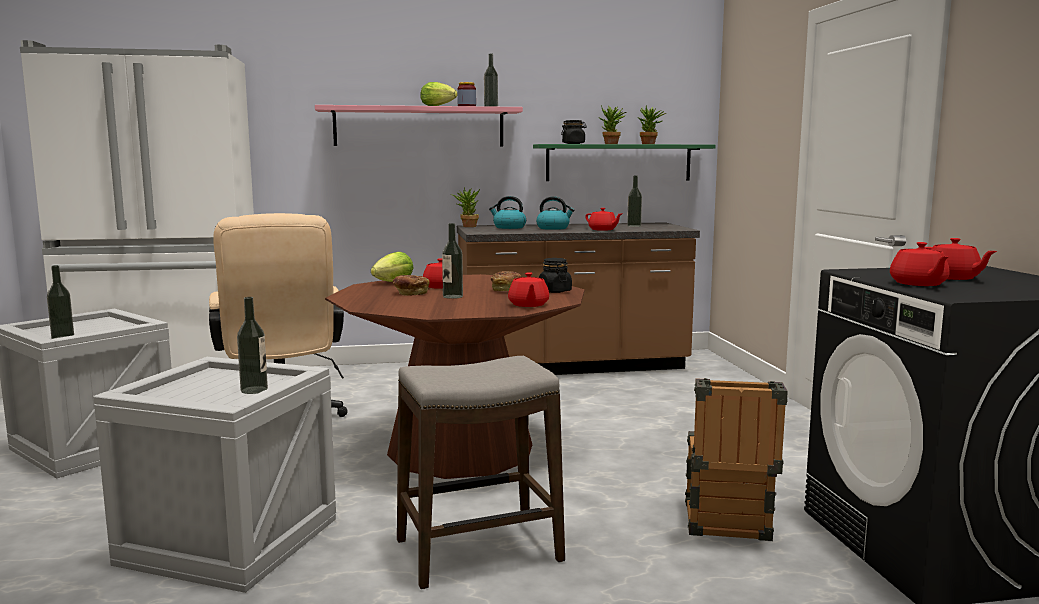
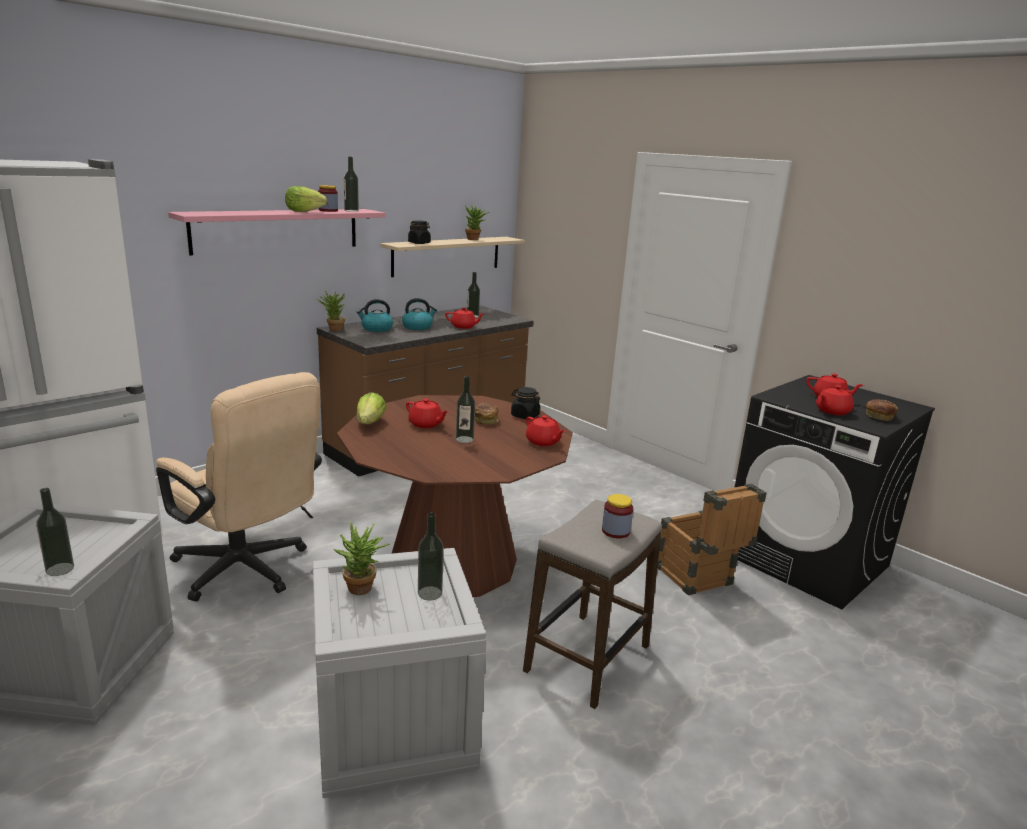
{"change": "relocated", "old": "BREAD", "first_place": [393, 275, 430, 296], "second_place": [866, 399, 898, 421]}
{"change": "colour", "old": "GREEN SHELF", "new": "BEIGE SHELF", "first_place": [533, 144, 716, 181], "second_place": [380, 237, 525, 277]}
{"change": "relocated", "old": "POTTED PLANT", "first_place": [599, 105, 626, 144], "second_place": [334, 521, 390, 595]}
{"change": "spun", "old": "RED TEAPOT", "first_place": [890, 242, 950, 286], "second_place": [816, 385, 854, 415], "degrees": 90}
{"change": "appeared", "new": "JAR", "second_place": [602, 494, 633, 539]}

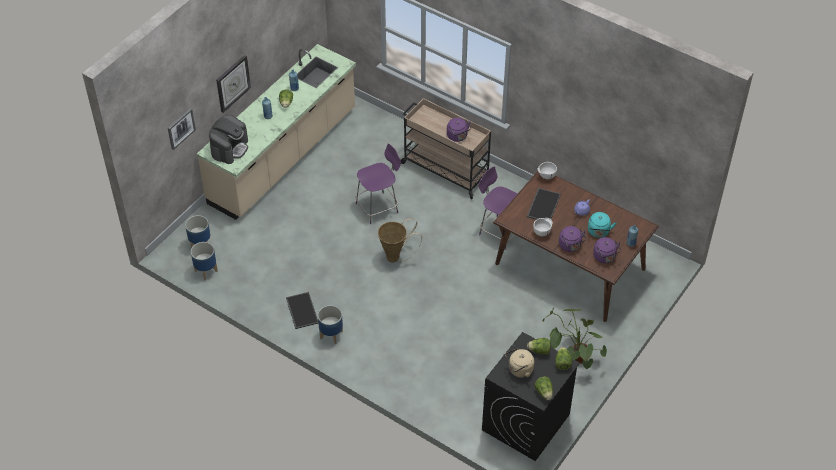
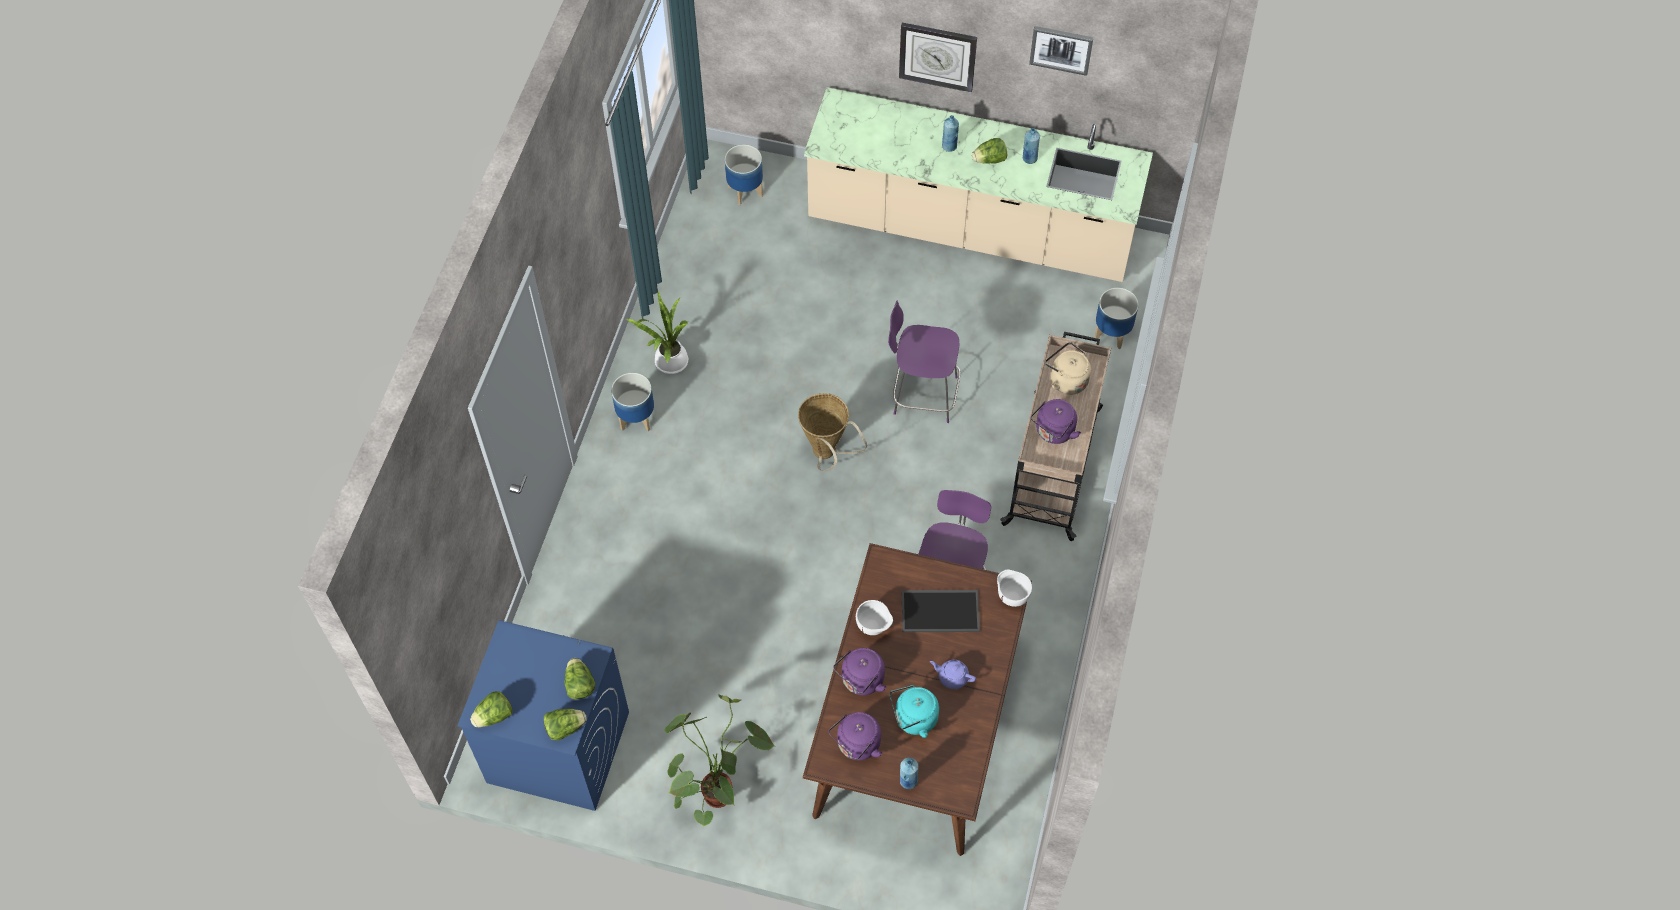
{"change": "relocated", "old": "PICTURE", "first_place": [168, 108, 196, 150], "second_place": [1029, 26, 1094, 76]}
{"change": "relocated", "old": "PLANTER", "first_place": [191, 242, 218, 280], "second_place": [1094, 288, 1138, 349]}
{"change": "missing", "old": "COFFEE MACHINE", "first_place": [209, 115, 248, 164]}
{"change": "exchanged", "old": "TRAY", "new": "POTTED PLANT", "first_place": [286, 292, 318, 329], "second_place": [626, 291, 688, 374]}
{"change": "spun", "old": "PURPLE CHAIR", "first_place": [355, 144, 401, 224], "second_place": [888, 301, 960, 423], "degrees": 150}
{"change": "colour", "old": "BLACK WASHING MACHINE", "new": "BLUE WASHING MACHINE", "first_place": [482, 332, 580, 461], "second_place": [457, 620, 629, 811]}
{"change": "relocated", "old": "BEIGE KETTLE", "first_place": [505, 348, 534, 378], "second_place": [1045, 342, 1091, 395]}

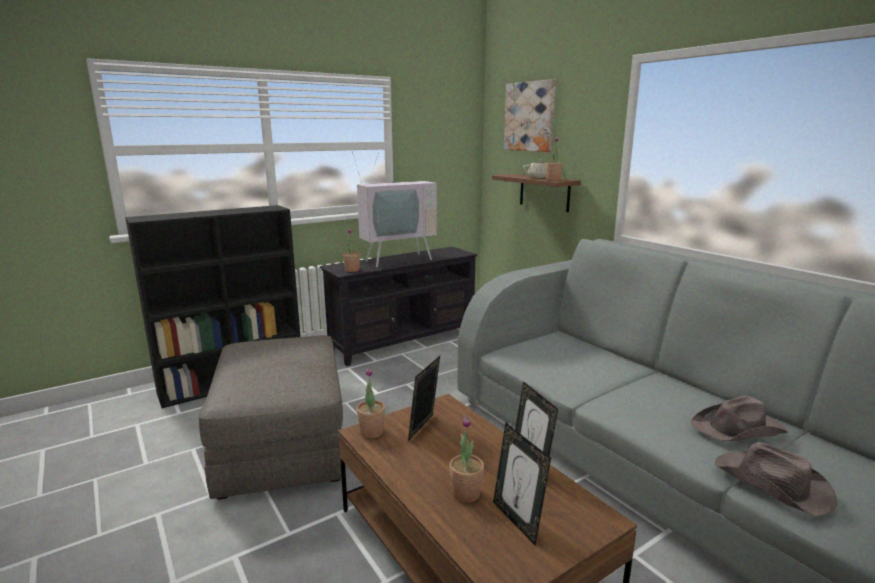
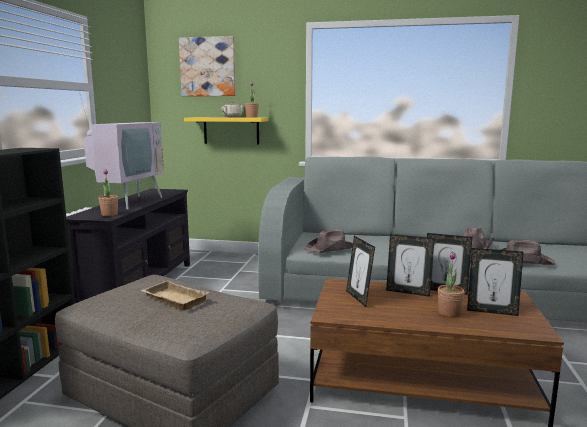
{"change": "missing", "old": "POTTED PLANT", "first_place": [356, 367, 385, 438]}
{"change": "colour", "old": "BROWN SHELF", "new": "YELLOW SHELF", "first_place": [492, 174, 581, 212], "second_place": [184, 117, 269, 144]}
{"change": "appeared", "new": "BEIGE TRAY", "second_place": [141, 280, 209, 310]}
{"change": "appeared", "new": "BROWN HAT", "second_place": [305, 229, 353, 253]}
{"change": "appeared", "new": "PICTURE FRAME", "second_place": [386, 234, 434, 297]}

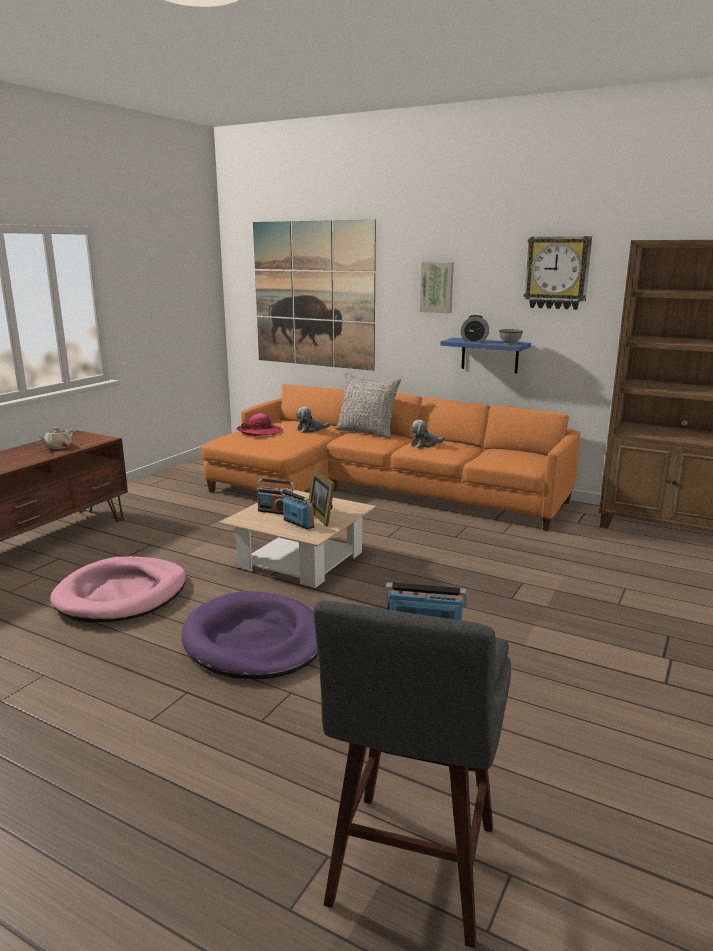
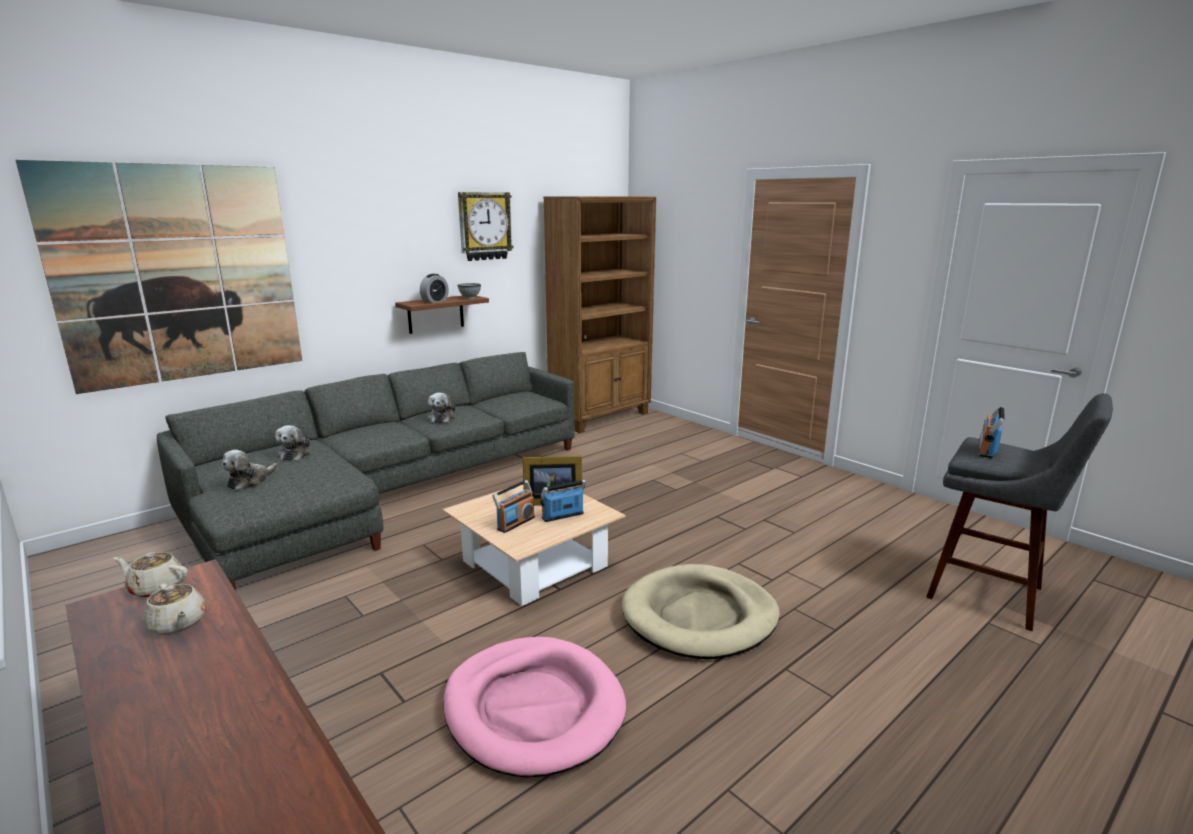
{"change": "colour", "old": "PURPLE DOG BED", "new": "BEIGE DOG BED", "first_place": [182, 591, 318, 679], "second_place": [622, 564, 780, 660]}
{"change": "colour", "old": "ORANGE SOFA", "new": "GREY SOFA", "first_place": [202, 384, 580, 531], "second_place": [157, 352, 575, 591]}
{"change": "exchanged", "old": "HAT", "new": "PLUSH TOY", "first_place": [236, 413, 283, 436], "second_place": [222, 450, 278, 491]}
{"change": "missing", "old": "GREY PILLOW", "first_place": [335, 373, 401, 438]}
{"change": "missing", "old": "PICTURE", "first_place": [420, 262, 454, 313]}
{"change": "colour", "old": "BLUE SHELF", "new": "BROWN SHELF", "first_place": [440, 338, 531, 373], "second_place": [395, 296, 489, 334]}
{"change": "appeared", "new": "BEIGE TEAPOT", "second_place": [113, 552, 188, 598]}

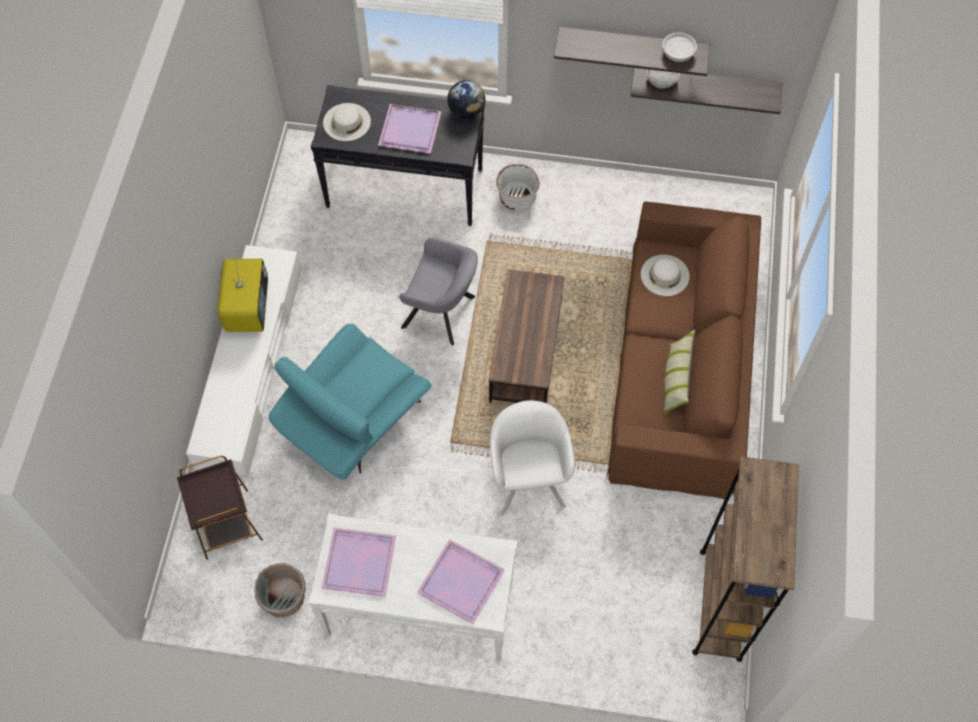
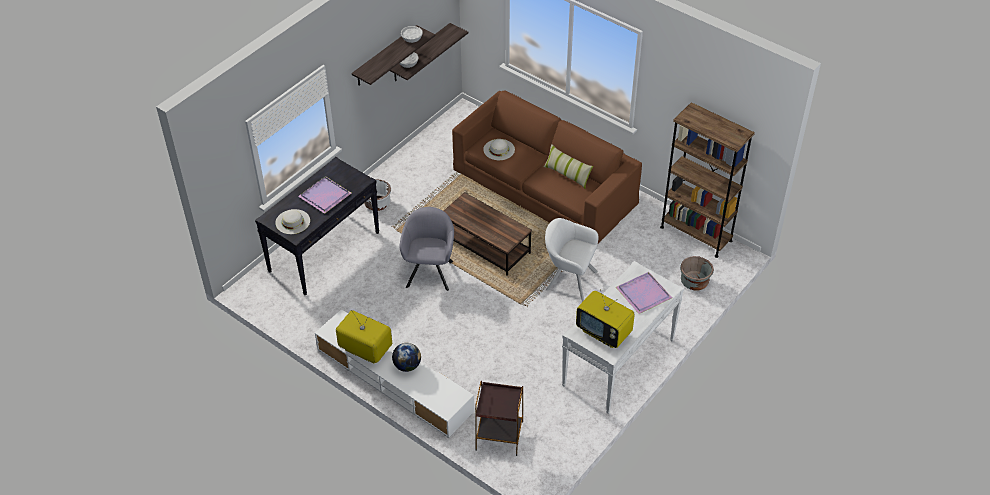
{"change": "relocated", "old": "GREY PLANTER", "first_place": [254, 563, 305, 617], "second_place": [680, 256, 714, 290]}
{"change": "missing", "old": "TURQUOISE ARMCHAIR", "first_place": [269, 324, 432, 480]}
{"change": "exchanged", "old": "PURPLE TRAY", "new": "TELEVISION", "first_place": [321, 528, 396, 597], "second_place": [576, 289, 635, 348]}
{"change": "spun", "old": "GREY ARMCHAIR", "first_place": [399, 237, 478, 346], "second_place": [400, 207, 454, 291], "degrees": -45}
{"change": "relocated", "old": "GLOBE", "first_place": [447, 80, 485, 119], "second_place": [392, 343, 421, 372]}

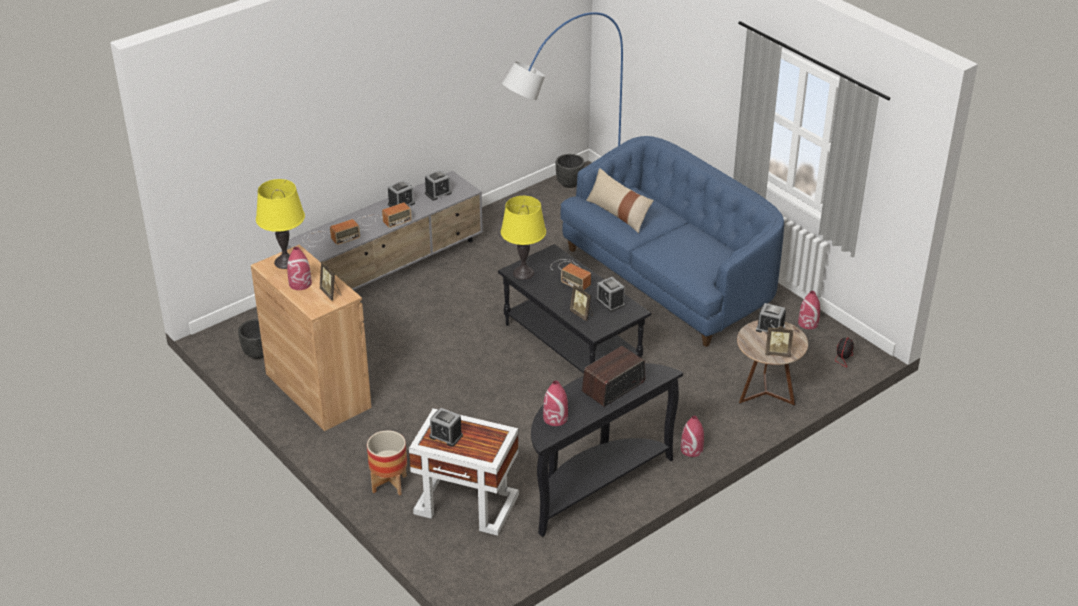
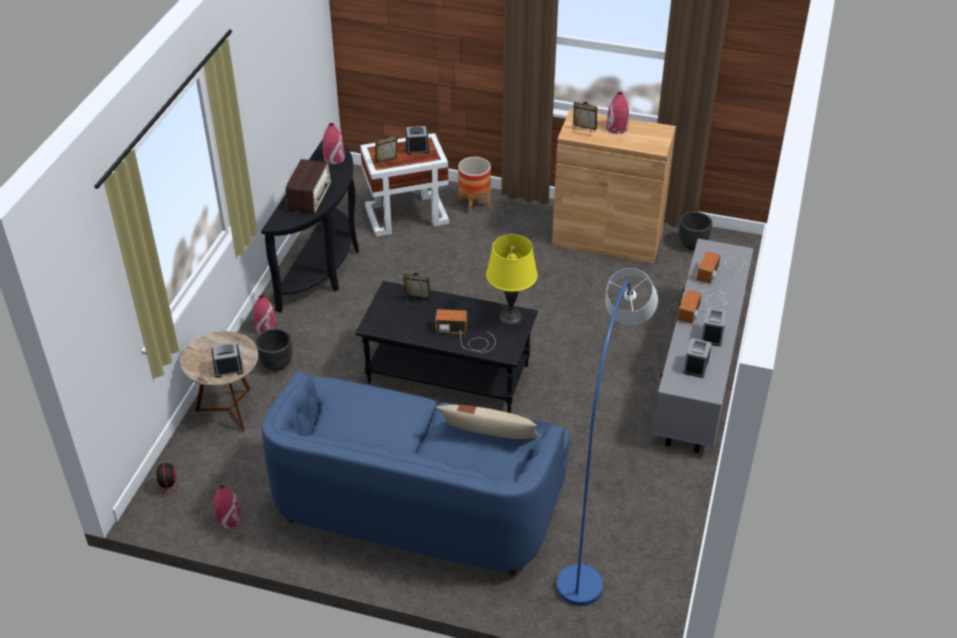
{"change": "missing", "old": "YELLOW TABLE LAMP", "first_place": [256, 179, 305, 269]}
{"change": "relocated", "old": "BLACK PLANTER", "first_place": [556, 154, 584, 188], "second_place": [255, 328, 292, 371]}
{"change": "missing", "old": "ALARM CLOCK", "first_place": [596, 277, 625, 312]}
{"change": "relocated", "old": "PICTURE FRAME", "first_place": [765, 326, 794, 357], "second_place": [375, 135, 398, 168]}

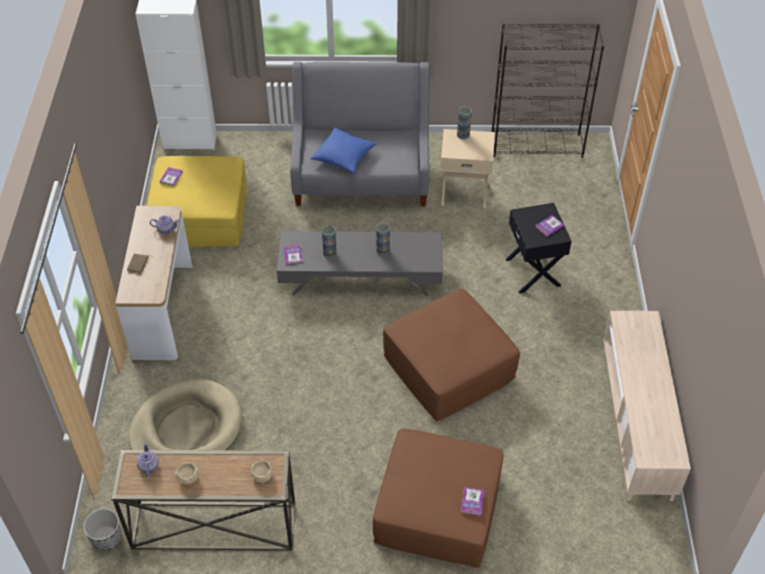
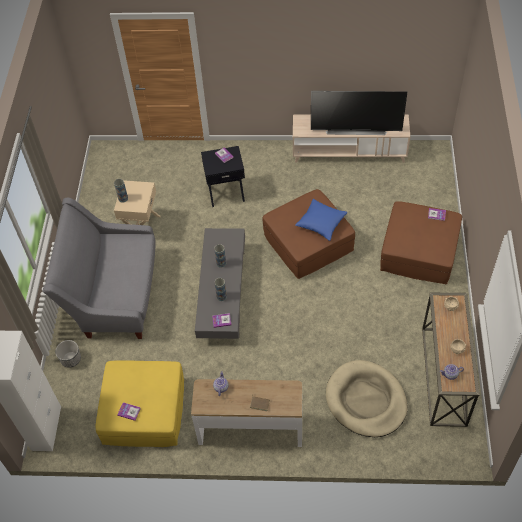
{"change": "relocated", "old": "PLANTER", "first_place": [83, 508, 122, 551], "second_place": [55, 340, 81, 368]}
{"change": "relocated", "old": "BLUE PILLOW", "first_place": [310, 127, 377, 174], "second_place": [295, 199, 347, 241]}
{"change": "missing", "old": "BLACK BOOKCASE", "first_place": [492, 24, 604, 158]}
{"change": "appeared", "new": "TELEVISION", "second_place": [311, 91, 407, 135]}

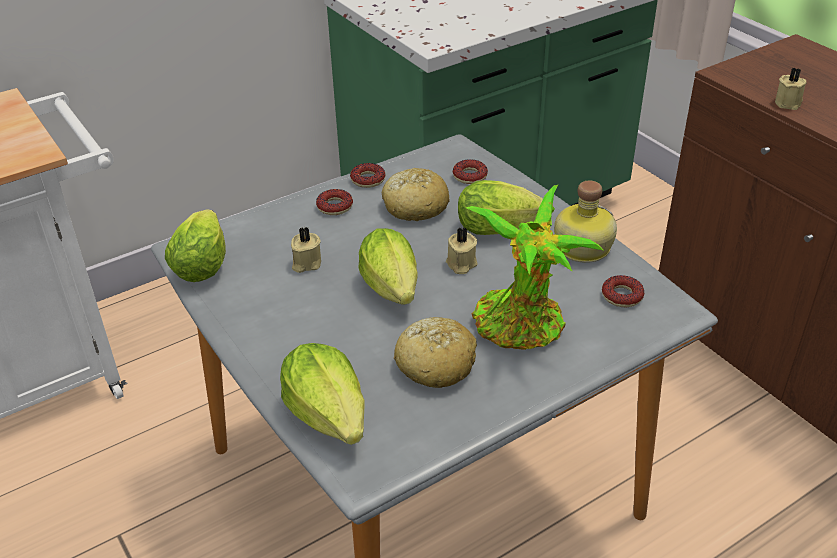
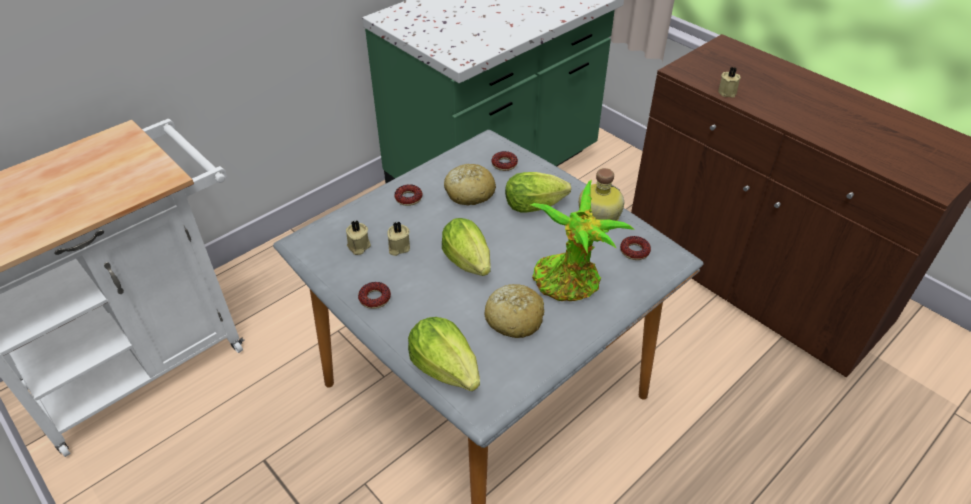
{"change": "missing", "old": "LETTUCE", "first_place": [165, 209, 226, 282]}
{"change": "relocated", "old": "DONUT", "first_place": [350, 163, 385, 188], "second_place": [358, 282, 391, 309]}
{"change": "relocated", "old": "BEIGE CANDLE", "first_place": [446, 227, 477, 274], "second_place": [346, 221, 371, 255]}

